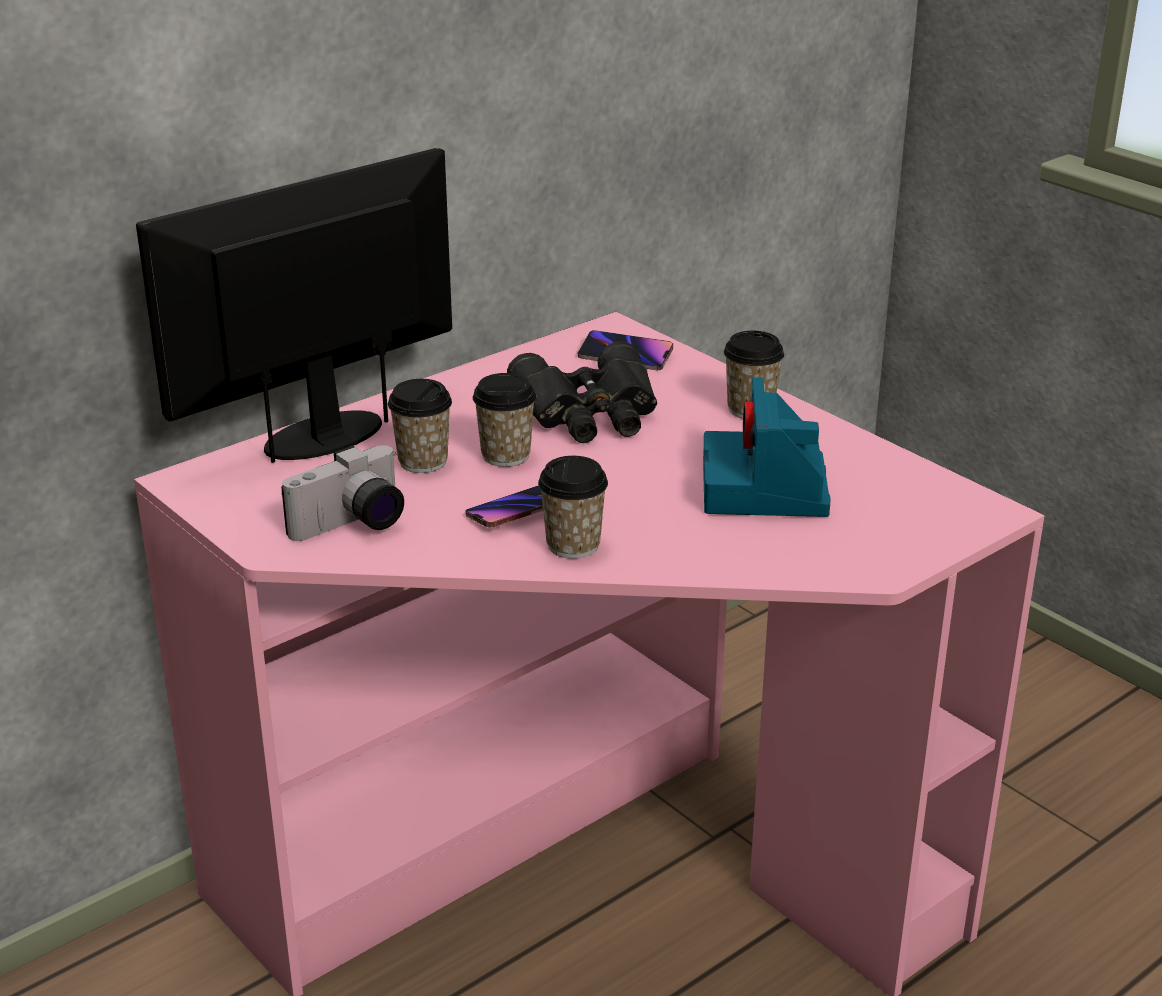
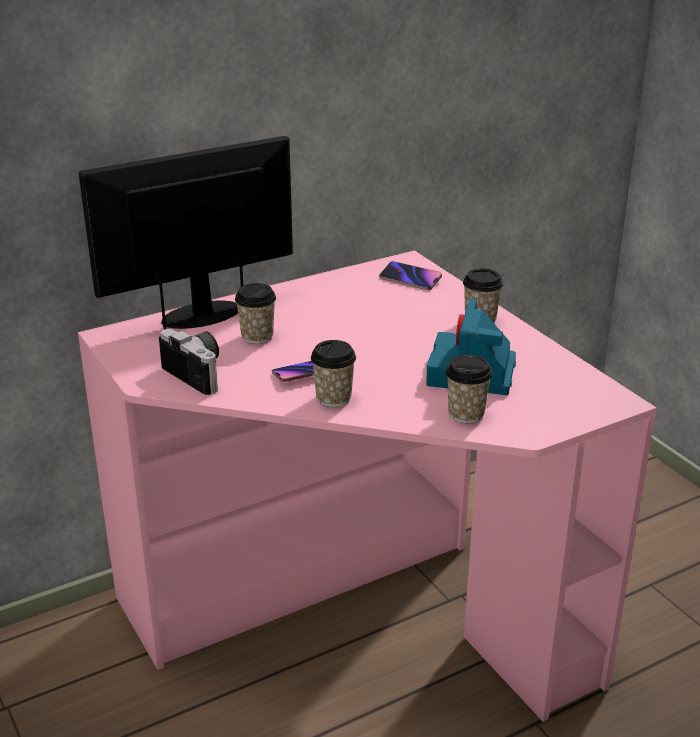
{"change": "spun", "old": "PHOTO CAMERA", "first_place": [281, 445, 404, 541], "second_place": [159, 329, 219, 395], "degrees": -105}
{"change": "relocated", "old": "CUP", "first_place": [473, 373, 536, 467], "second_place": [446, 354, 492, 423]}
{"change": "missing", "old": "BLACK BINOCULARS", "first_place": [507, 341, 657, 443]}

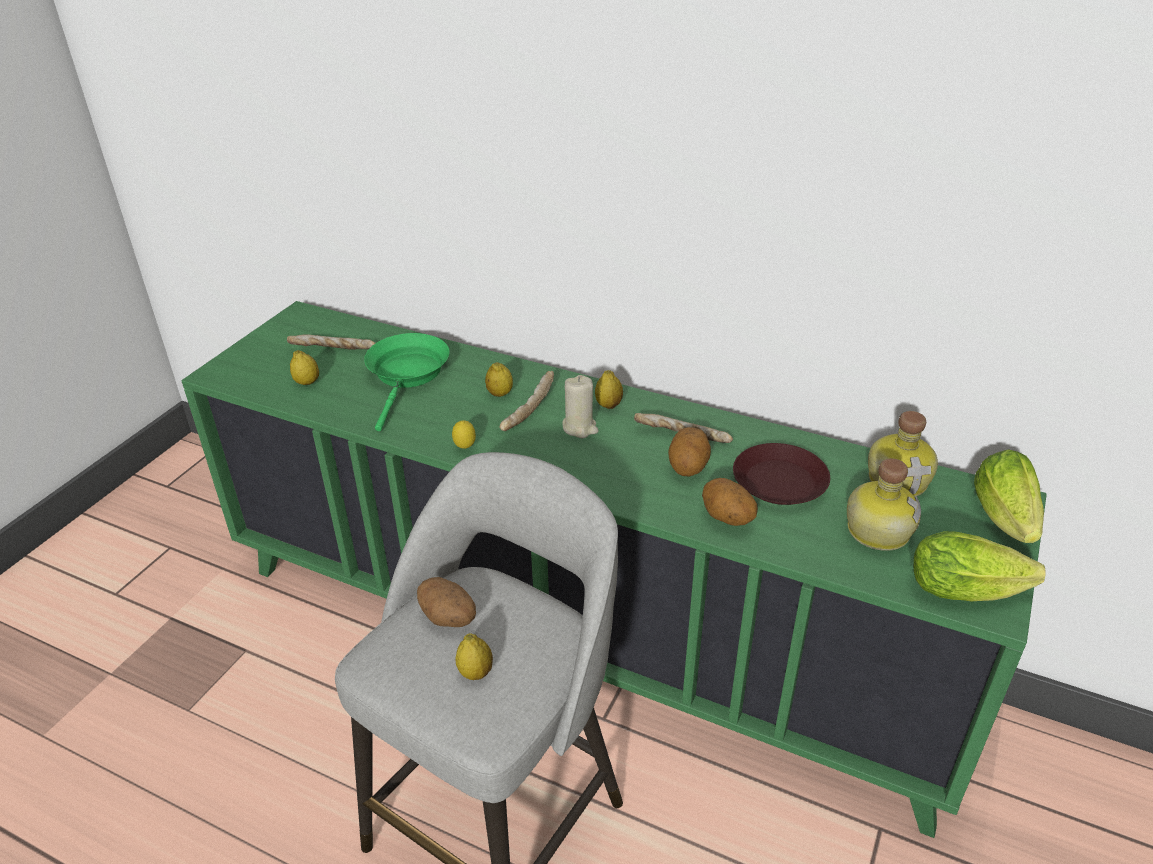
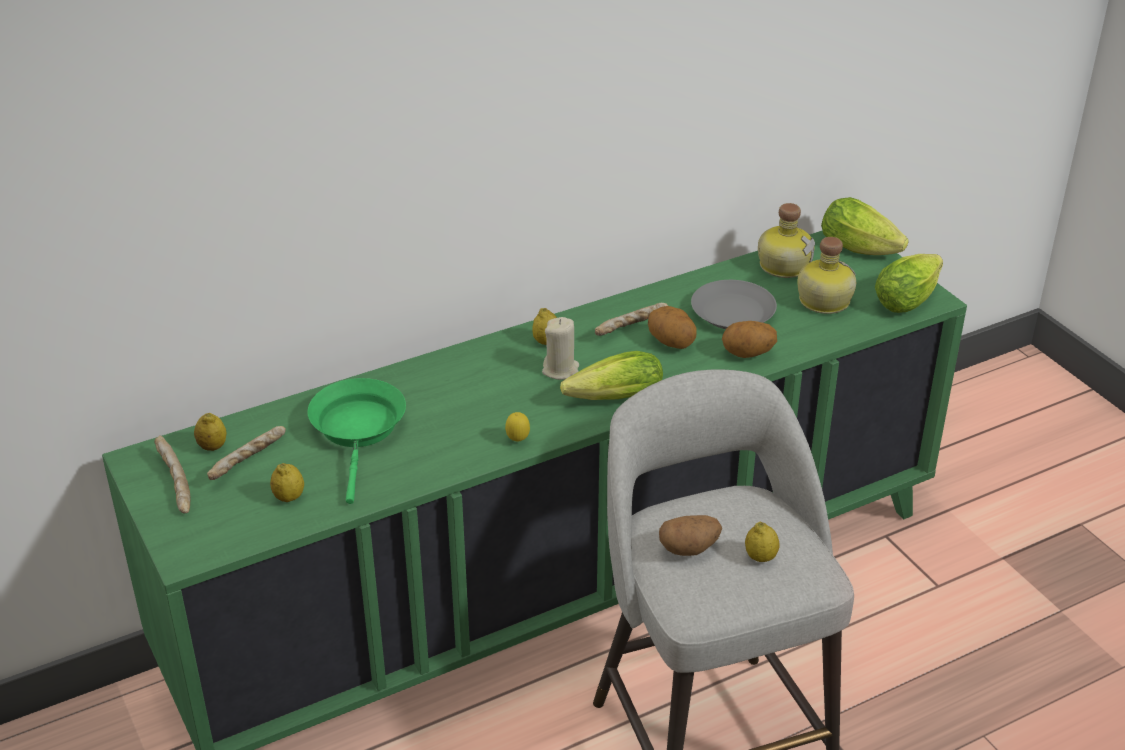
{"change": "spun", "old": "GREEN FRYING PAN", "first_place": [364, 333, 450, 431], "second_place": [308, 378, 406, 504], "degrees": 45}
{"change": "relocated", "old": "LEMON", "first_place": [485, 362, 513, 397], "second_place": [194, 413, 227, 451]}
{"change": "relocated", "old": "BREAD", "first_place": [500, 371, 554, 431], "second_place": [154, 436, 190, 514]}
{"change": "colour", "old": "BROWN PLATE", "new": "GREY PLATE", "first_place": [733, 443, 830, 505], "second_place": [691, 280, 777, 329]}
{"change": "appeared", "new": "LETTUCE", "second_place": [560, 351, 663, 400]}

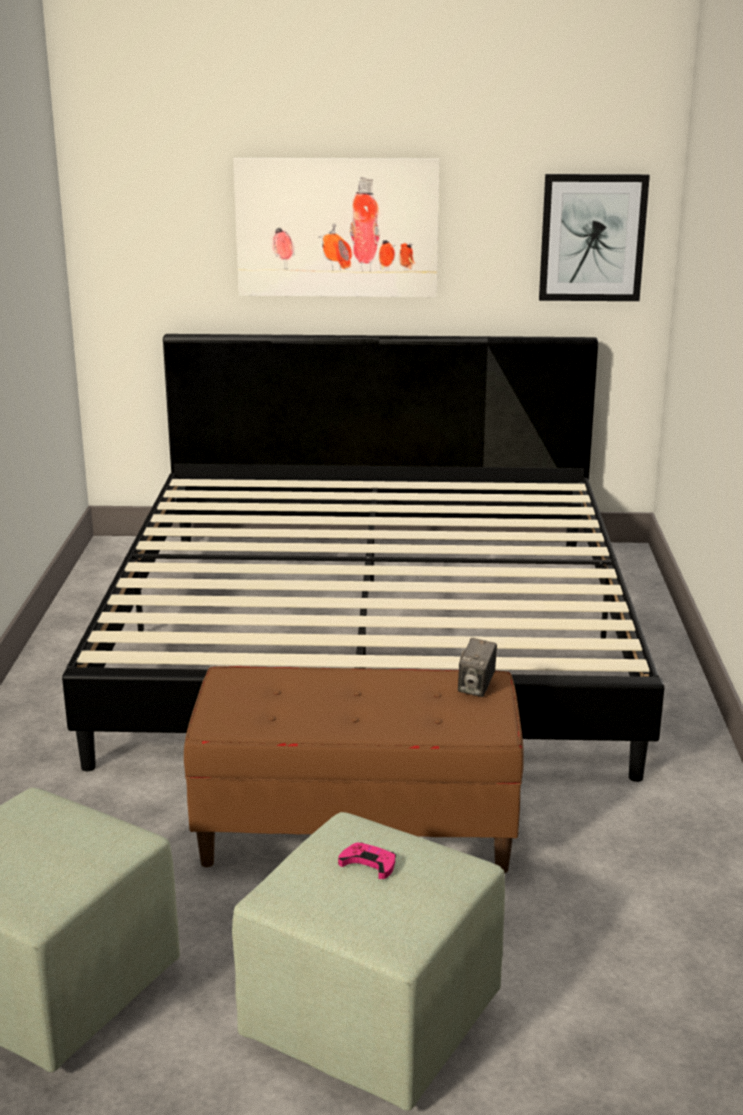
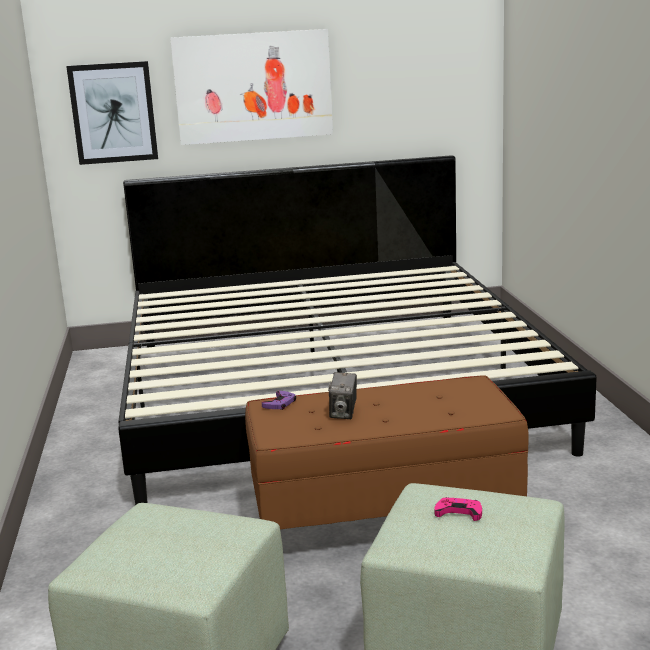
{"change": "relocated", "old": "PHOTO CAMERA", "first_place": [458, 638, 497, 697], "second_place": [328, 372, 357, 419]}
{"change": "relocated", "old": "PICTURE", "first_place": [539, 174, 650, 301], "second_place": [66, 61, 158, 165]}
{"change": "appeared", "new": "PURPLE GAME CONTROLLER", "second_place": [262, 391, 296, 410]}

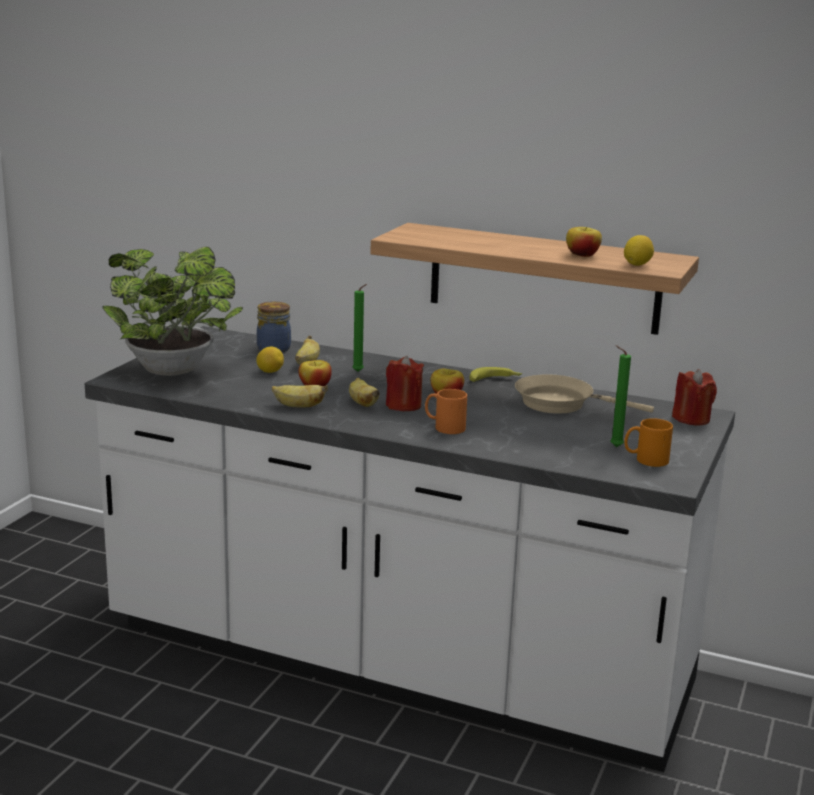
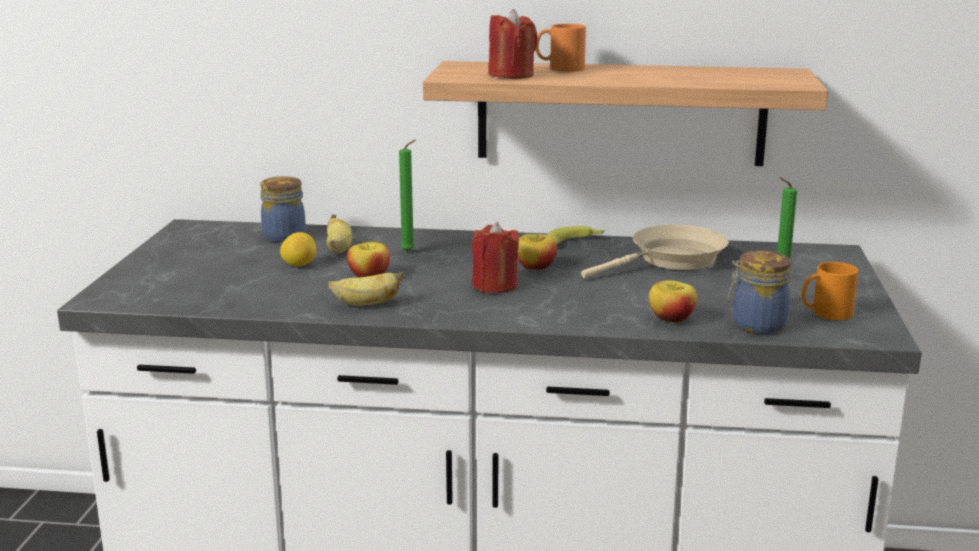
{"change": "missing", "old": "POTTED PLANT", "first_place": [102, 247, 243, 376]}
{"change": "missing", "old": "BANANA", "first_place": [349, 378, 380, 407]}
{"change": "relocated", "old": "ORANGE MUG", "first_place": [425, 389, 467, 434], "second_place": [536, 24, 586, 72]}
{"change": "spun", "old": "BEIGE FRYING PAN", "first_place": [515, 374, 654, 414], "second_place": [581, 224, 729, 278], "degrees": 150}
{"change": "relocated", "old": "APPLE", "first_place": [566, 227, 602, 257], "second_place": [649, 280, 697, 323]}
{"change": "missing", "old": "LEMON", "first_place": [624, 235, 654, 266]}
{"change": "relocated", "old": "RED CANDLE", "first_place": [672, 369, 717, 425], "second_place": [488, 9, 538, 79]}
{"change": "appeared", "new": "JAR", "second_place": [728, 251, 791, 334]}

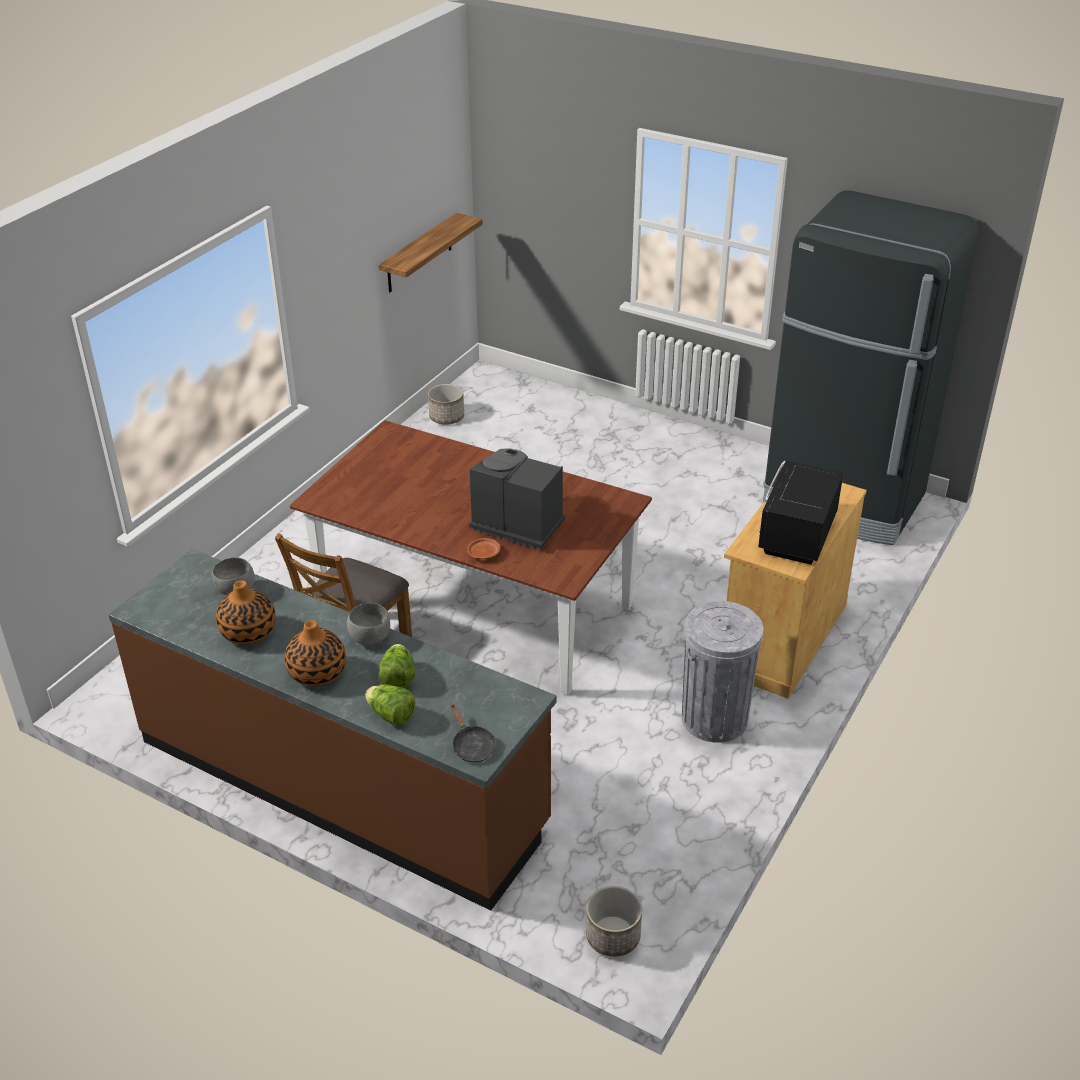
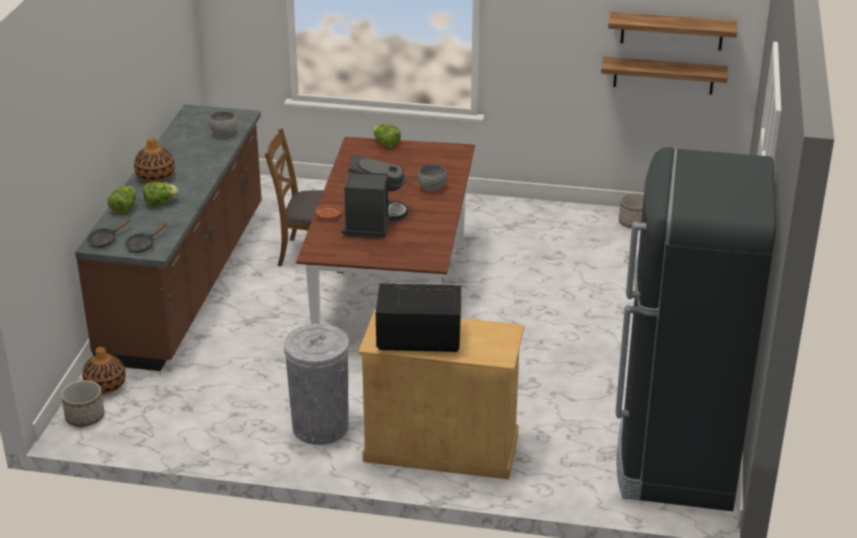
{"change": "relocated", "old": "VASE", "first_place": [216, 580, 276, 645], "second_place": [82, 347, 126, 394]}
{"change": "relocated", "old": "GREY BOWL", "first_place": [347, 603, 390, 645], "second_place": [418, 164, 447, 191]}
{"change": "appeared", "new": "BLACK FRYING PAN", "second_place": [125, 223, 167, 253]}
{"change": "appeared", "new": "LETTUCE", "second_place": [373, 124, 401, 148]}
{"change": "appeared", "new": "SHELF", "second_place": [608, 12, 737, 51]}

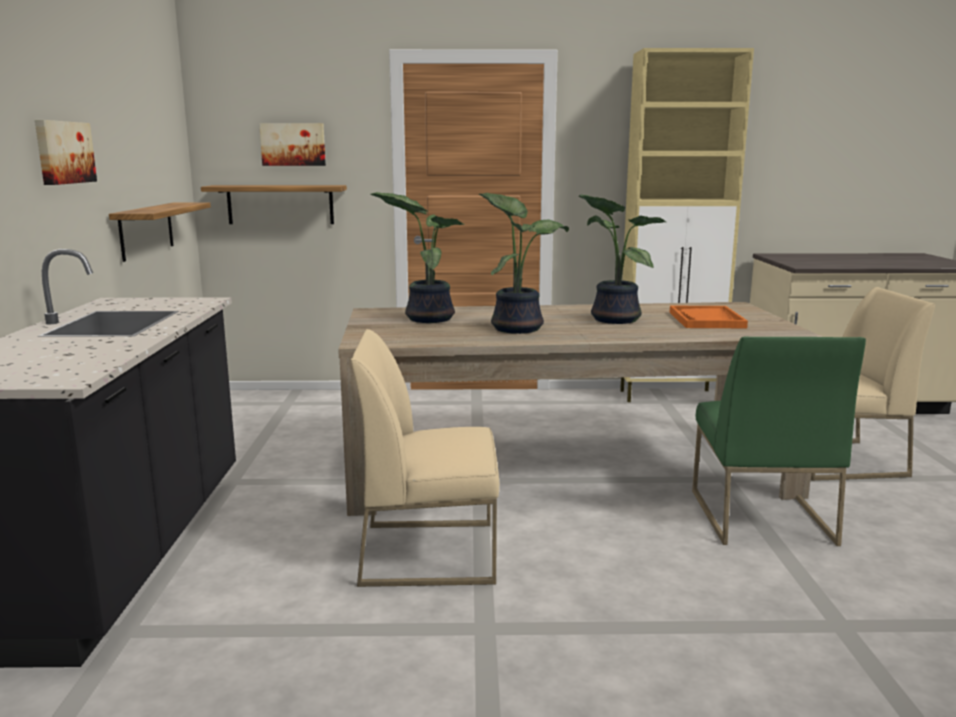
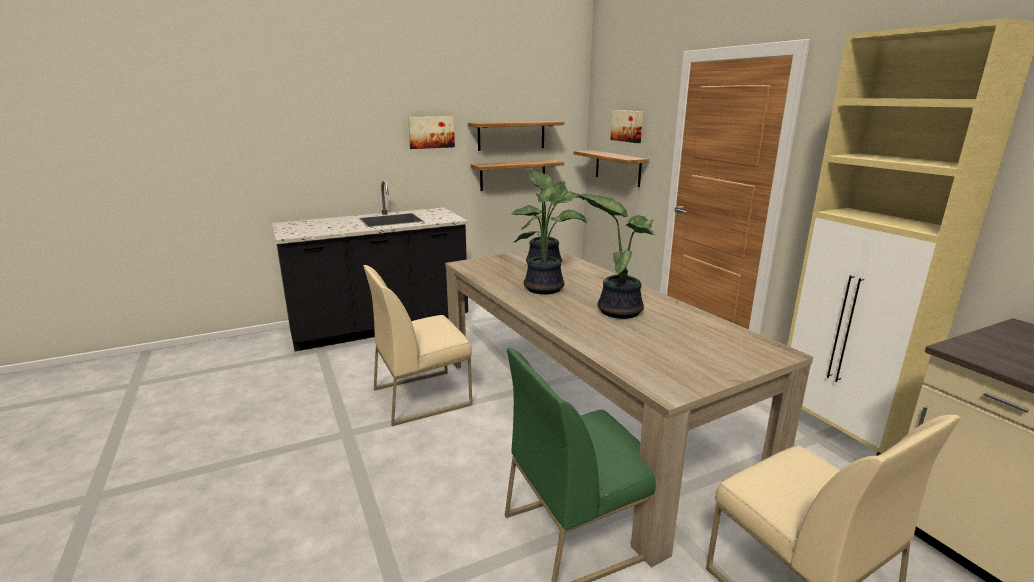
{"change": "spun", "old": "BEIGE CHAIR", "first_place": [351, 329, 499, 587], "second_place": [363, 265, 472, 426], "degrees": -90}
{"change": "missing", "old": "ORANGE TRAY", "first_place": [670, 306, 748, 328]}
{"change": "appeared", "new": "SHELF", "second_place": [468, 121, 564, 151]}

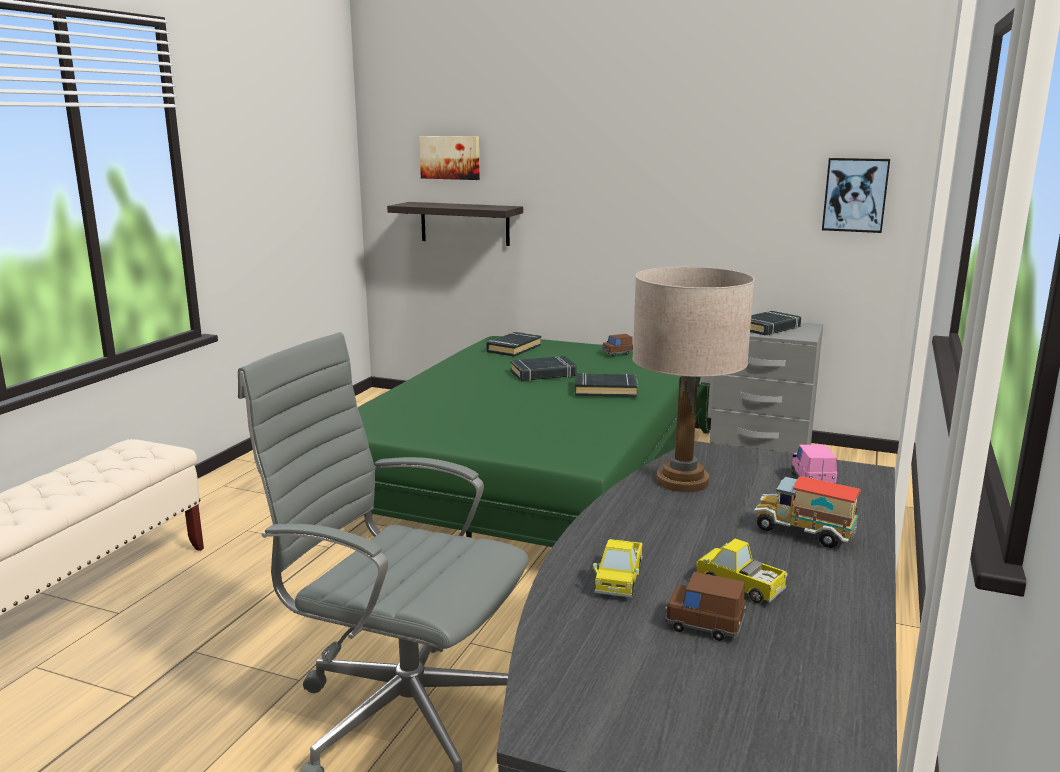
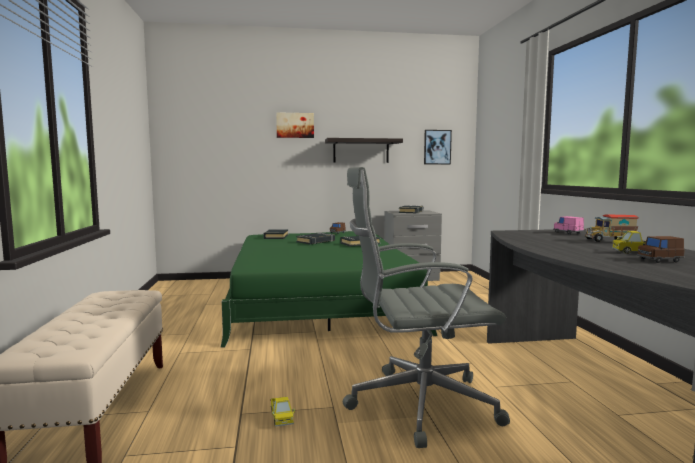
{"change": "relocated", "old": "SHELF", "first_place": [387, 202, 523, 246], "second_place": [325, 138, 403, 163]}
{"change": "relocated", "old": "PICTURE", "first_place": [419, 136, 480, 180], "second_place": [276, 112, 314, 138]}
{"change": "relocated", "old": "TOY TRUCK", "first_place": [593, 539, 643, 598], "second_place": [270, 397, 295, 427]}
{"change": "missing", "old": "BEIGE TABLE LAMP", "first_place": [632, 267, 754, 492]}

